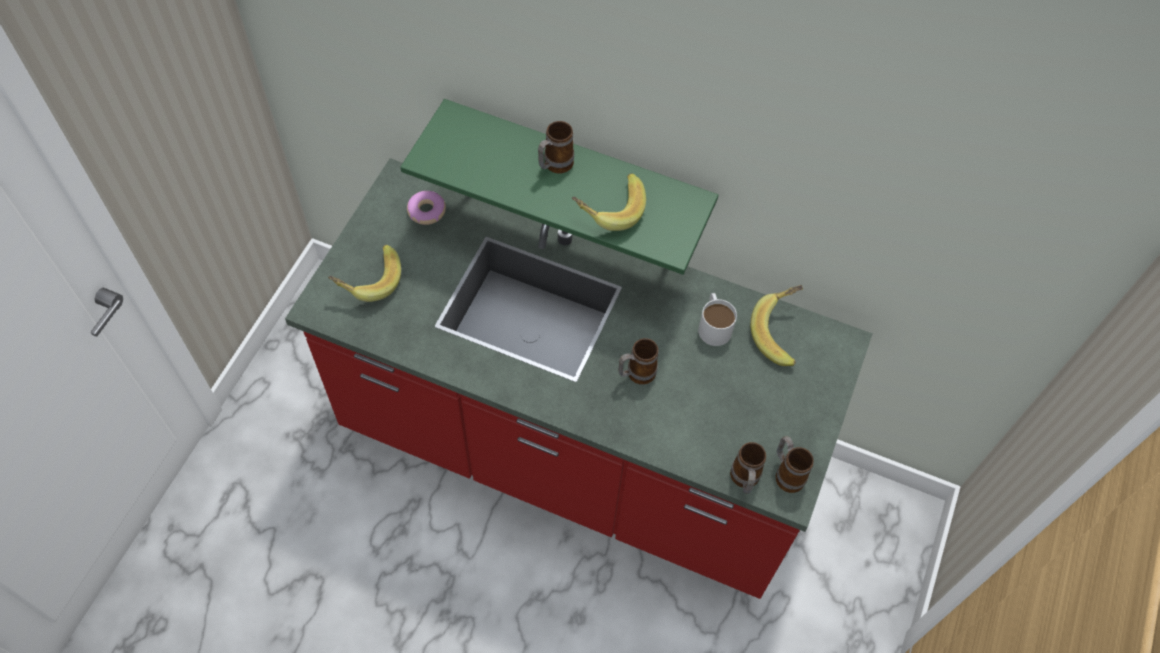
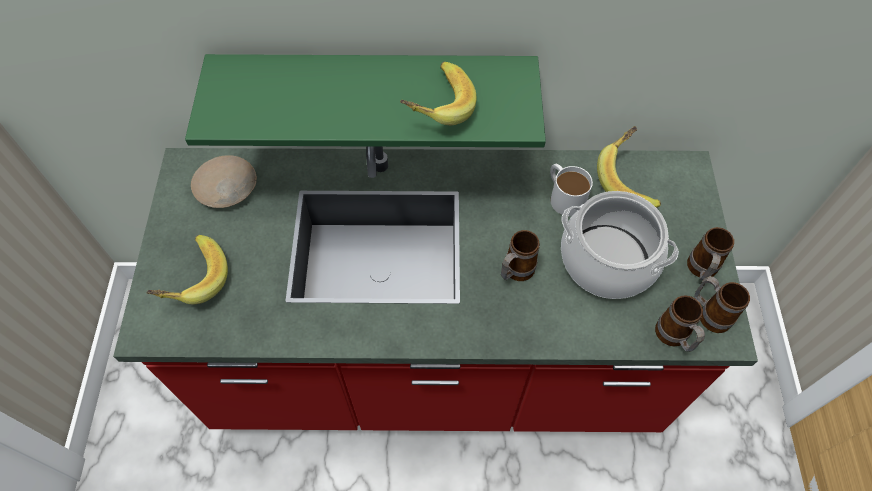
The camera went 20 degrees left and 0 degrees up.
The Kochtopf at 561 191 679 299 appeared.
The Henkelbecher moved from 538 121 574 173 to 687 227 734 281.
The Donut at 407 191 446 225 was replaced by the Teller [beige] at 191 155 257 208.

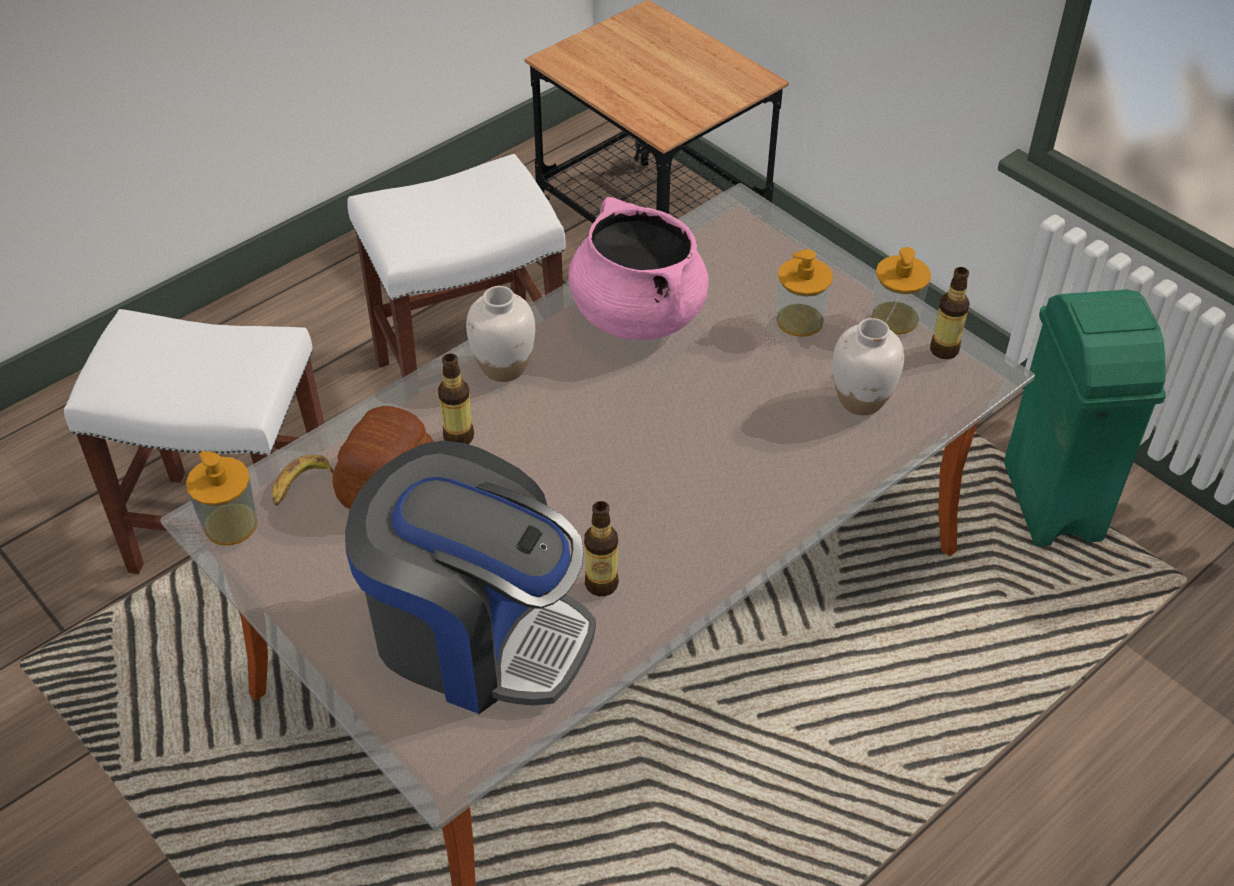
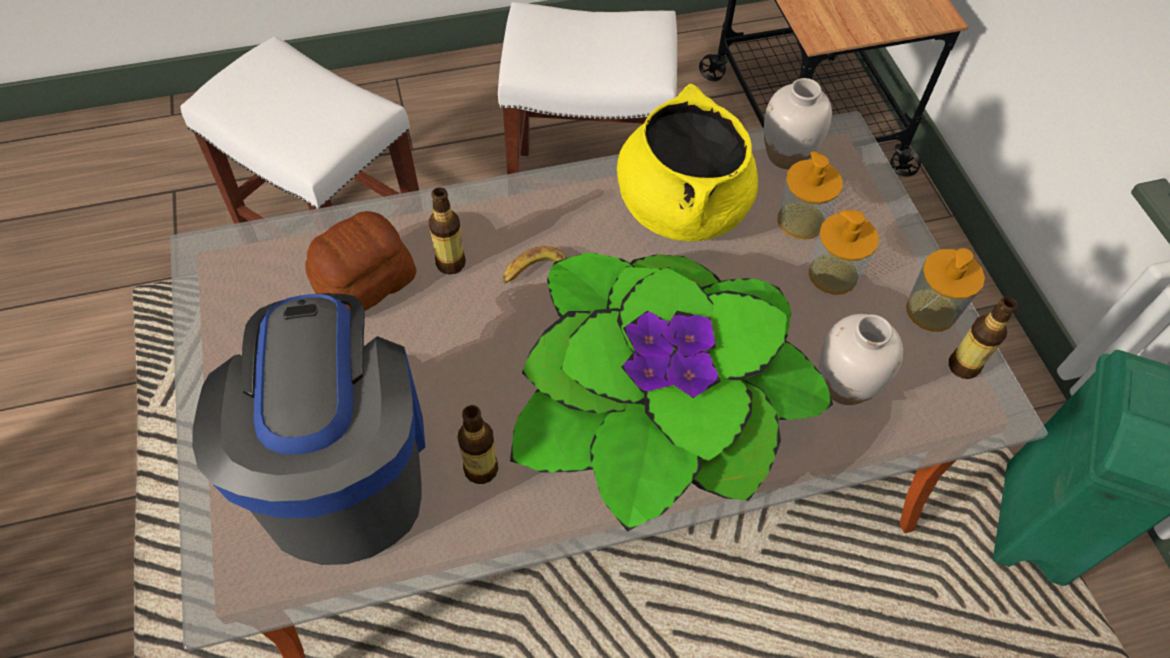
The camera went 25 degrees right and 10 degrees up.
The Topfpflanze at 510 253 833 532 appeared.
The Seifenspender moved from 186 451 258 546 to 777 151 843 240.
The Banane moved from 272 455 334 506 to 503 246 567 284.
The Vase [weiß] moved from 466 286 535 382 to 764 78 832 169.
The Kochtopf [rosa] at 568 197 709 340 became the Kochtopf [gelb] at 617 84 758 241.
The Kaffeemaschine at 345 441 596 714 turned 150 degrees counterclockwise.

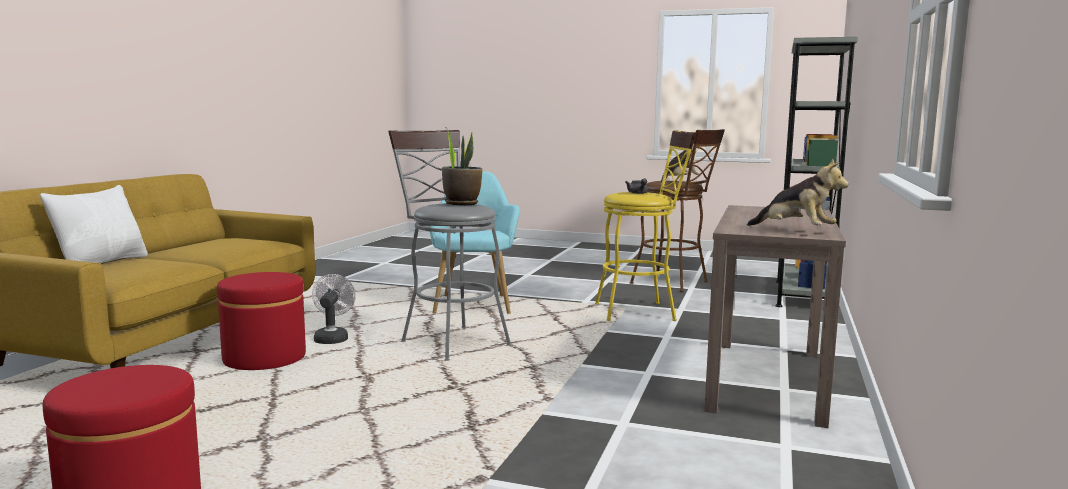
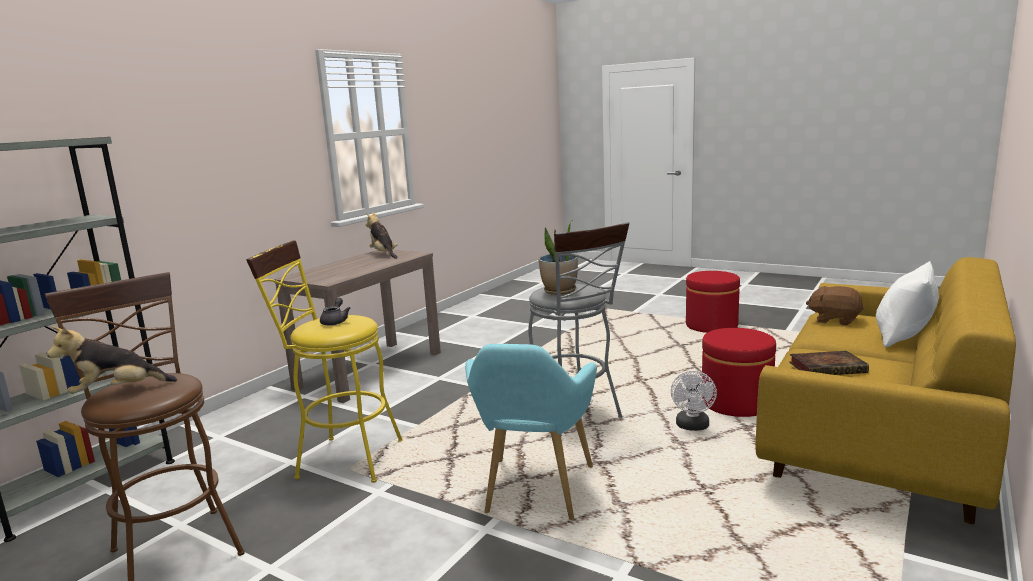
The camera went 165 degrees left and 5 degrees up.
The Buch at 789 351 869 375 appeared.
The Plüschtier [braun] at 806 286 864 325 appeared.

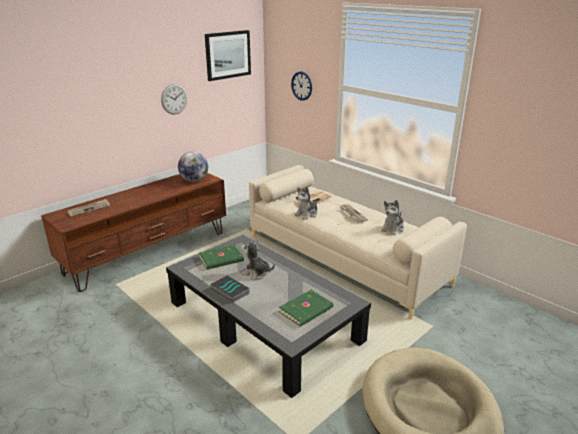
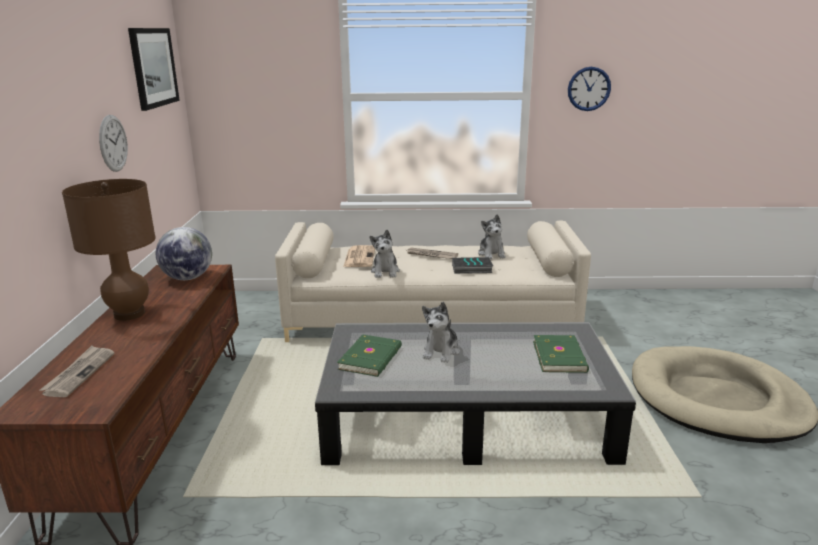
The camera went 45 degrees left and 5 degrees down.
The Tischlampe [braun] at 62 179 156 321 appeared.
The Buch moved from 210 275 249 303 to 452 257 493 274.
The Wanduhr moved from 291 72 312 101 to 568 67 611 111.
The Plüschtier at 241 239 275 280 turned 45 degrees counterclockwise.

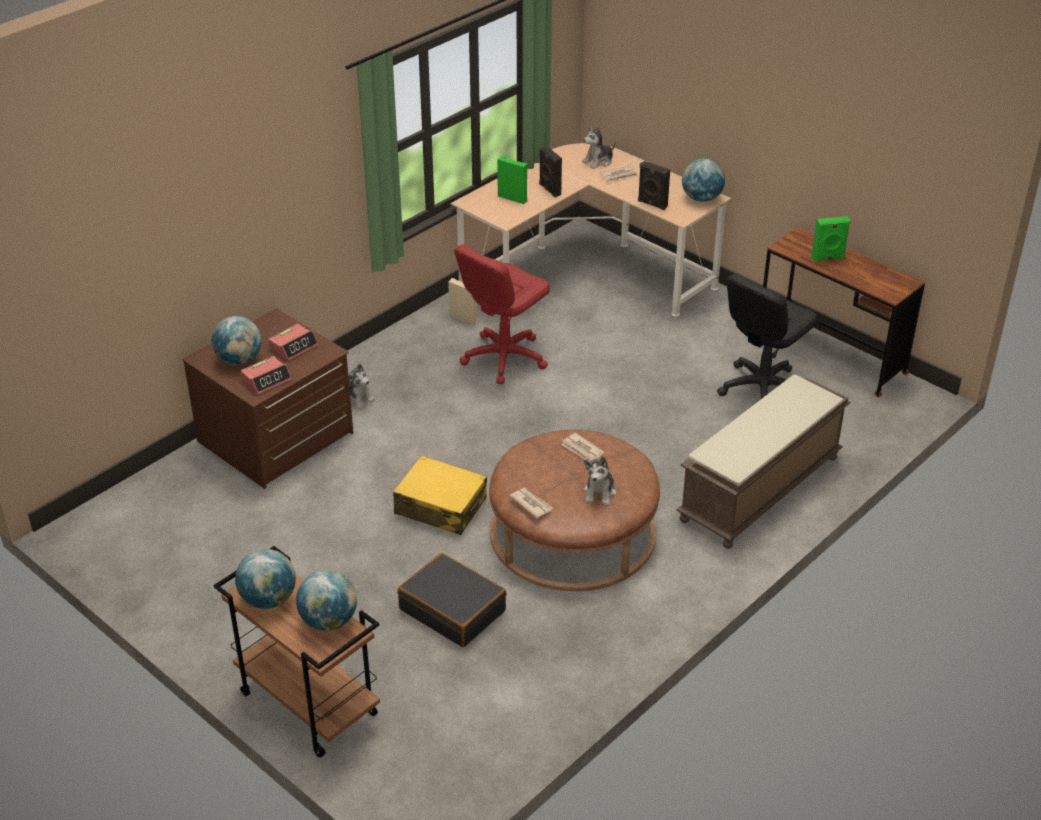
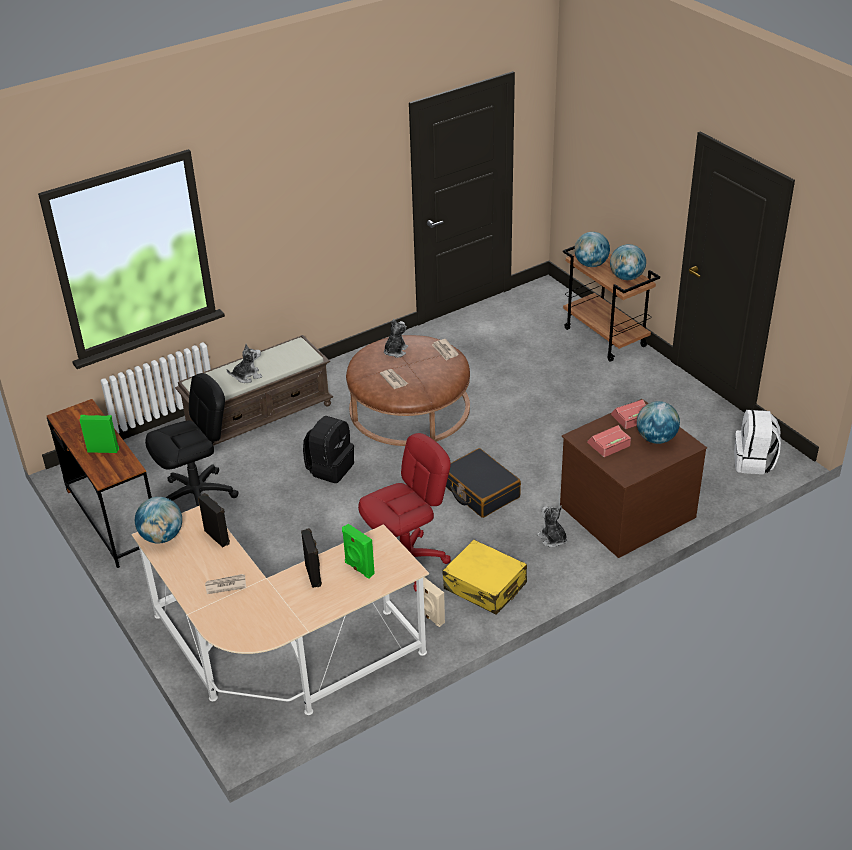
The camera went 165 degrees left and 0 degrees up.
The Rucksack [schwarz] at 303 416 354 483 appeared.
The Rucksack [weiß] at 734 410 781 475 appeared.
The Koffer [gelb] moved from 393 455 487 535 to 443 540 527 615.
The Koffer [schwarz] moved from 398 553 507 647 to 446 448 521 518.
The Plüschtier moved from 582 126 616 169 to 226 344 262 383.

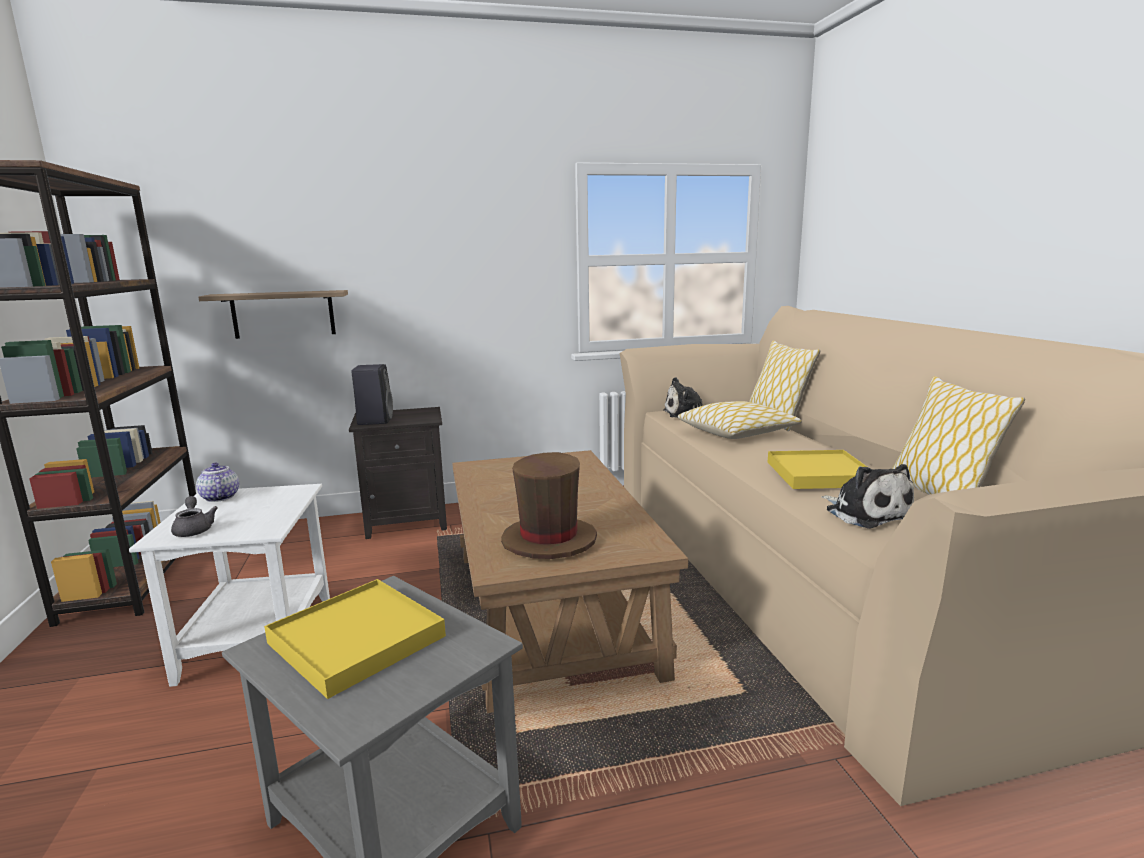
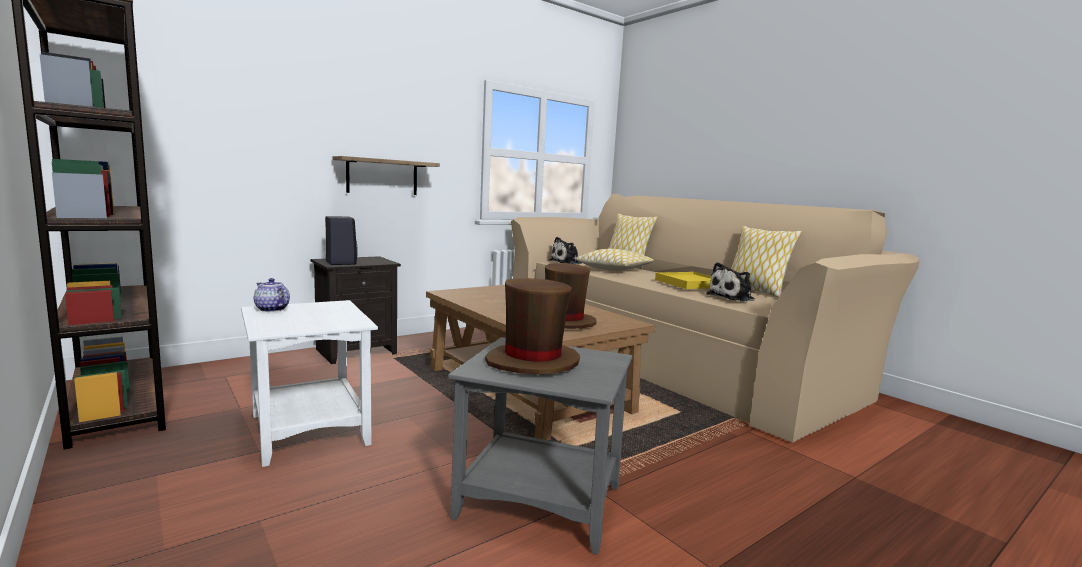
The camera went 25 degrees left and 5 degrees down.
The Teekanne [grau] at 171 496 218 537 disappeared.
The Wandregal moved from 198 290 348 339 to 332 156 440 195.
The Tablett [gelb] at 264 579 446 699 was replaced by the Hut [braun] at 485 278 580 374.
The Plüschtier at 821 464 914 529 turned 105 degrees clockwise.

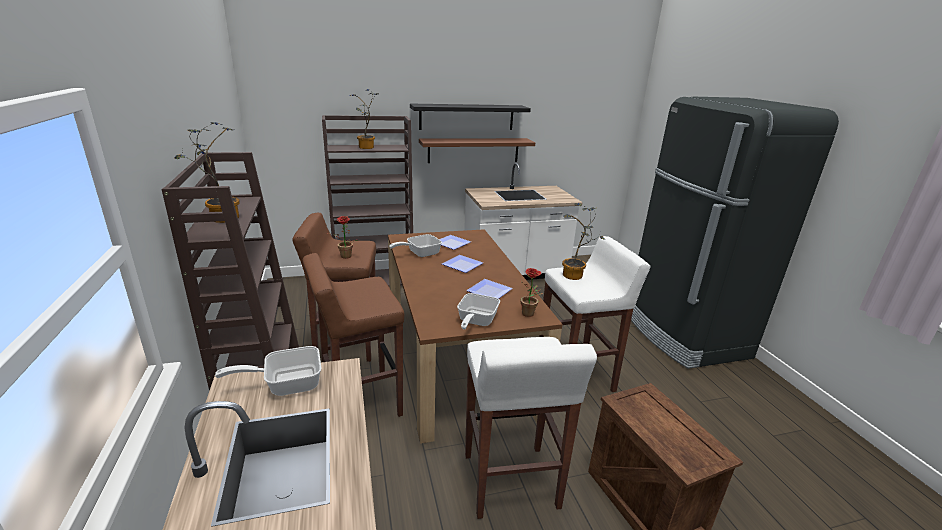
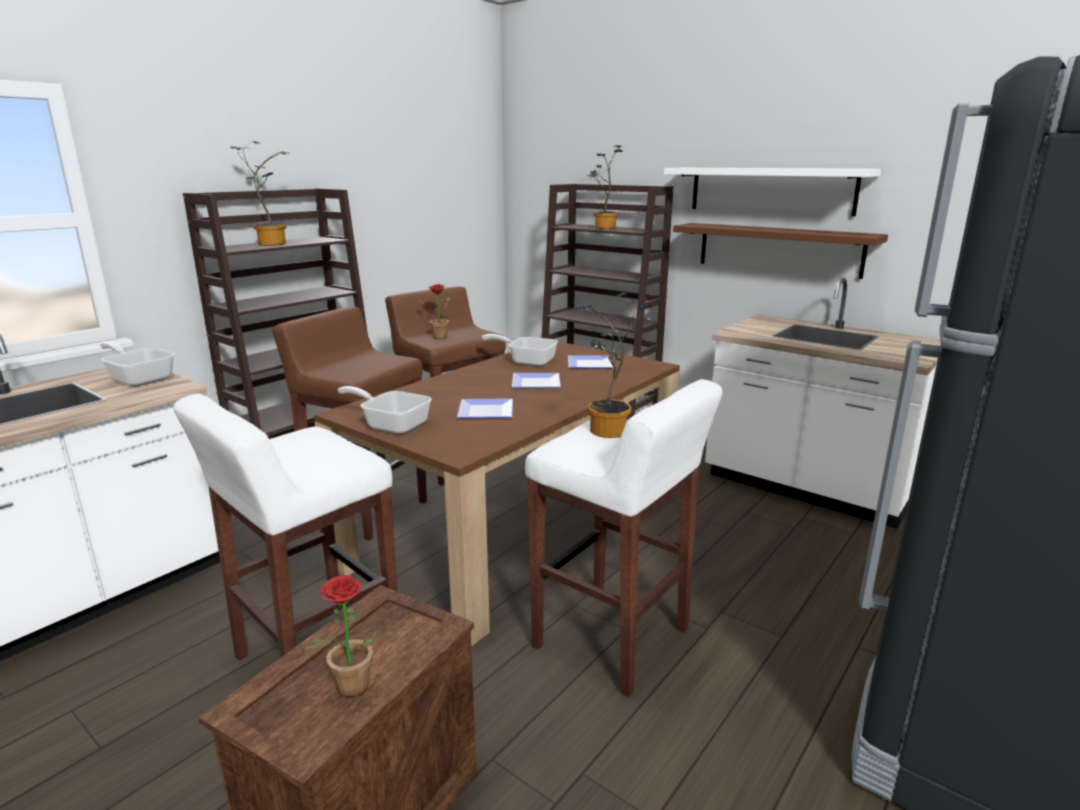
The camera went 55 degrees right and 5 degrees down.
The Topfpflanze moved from 521 268 543 317 to 304 575 395 697.
The Wandregal [schwarz] at 410 104 531 130 became the Wandregal [weiß] at 664 168 881 216.
The Pfanne at 457 293 500 329 turned 45 degrees clockwise.

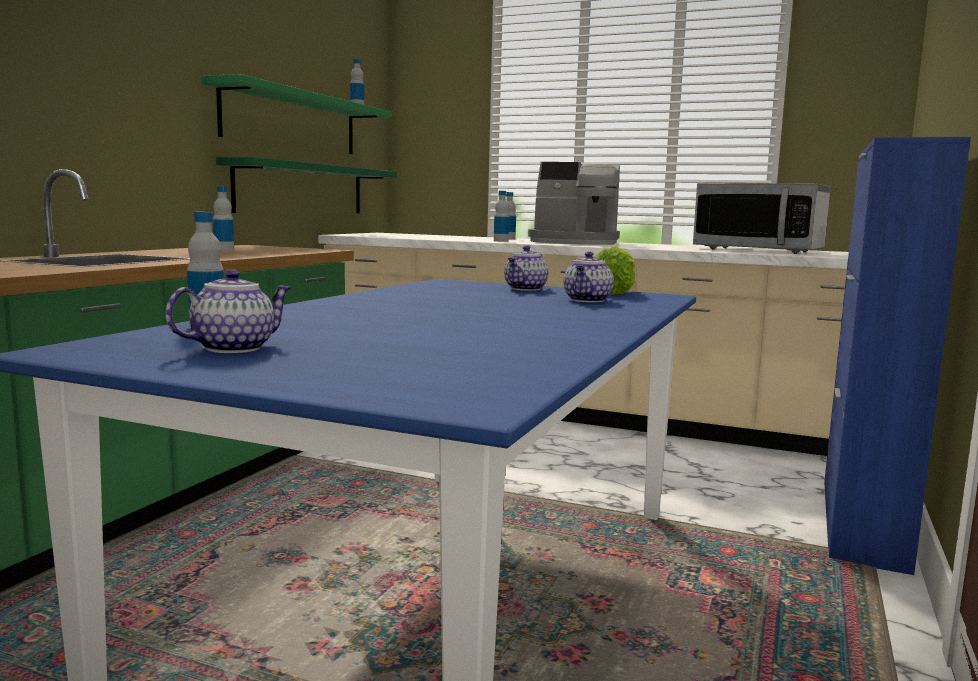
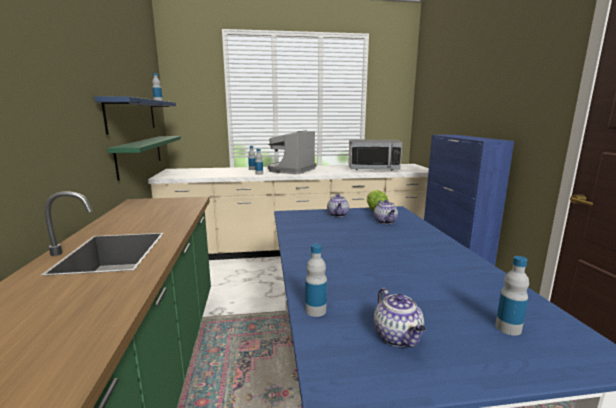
The camera went 30 degrees left and 5 degrees up.
The Flasche moved from 213 186 234 252 to 495 256 529 336.
The Wandregal [grün] at 201 74 391 154 became the Wandregal [blau] at 94 96 176 135.
The Teekanne at 165 269 291 353 turned 150 degrees clockwise.
The Kaffeemaschine at 528 162 620 245 turned 135 degrees clockwise.

